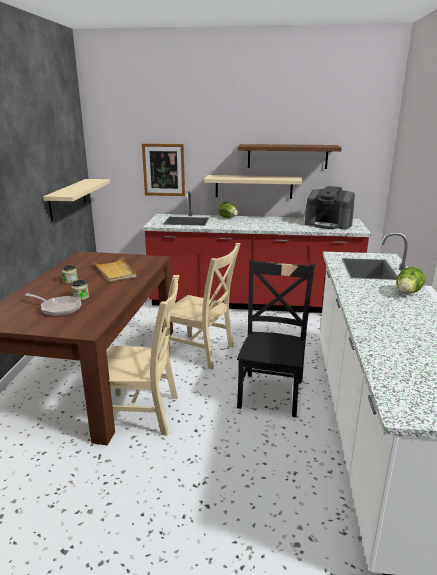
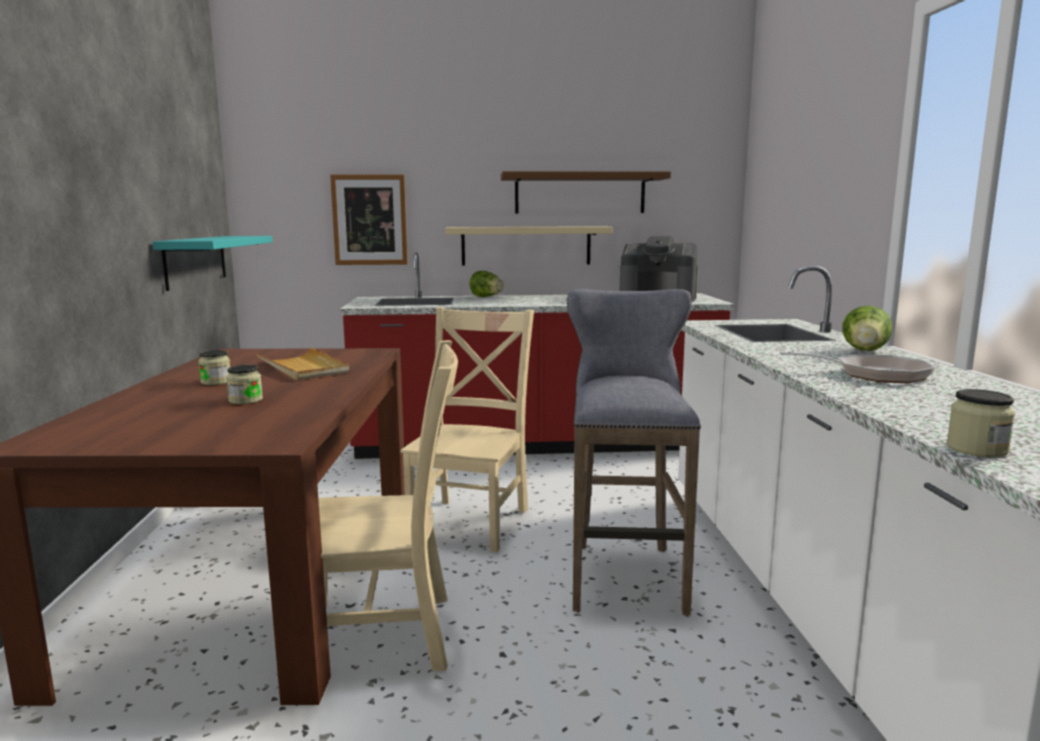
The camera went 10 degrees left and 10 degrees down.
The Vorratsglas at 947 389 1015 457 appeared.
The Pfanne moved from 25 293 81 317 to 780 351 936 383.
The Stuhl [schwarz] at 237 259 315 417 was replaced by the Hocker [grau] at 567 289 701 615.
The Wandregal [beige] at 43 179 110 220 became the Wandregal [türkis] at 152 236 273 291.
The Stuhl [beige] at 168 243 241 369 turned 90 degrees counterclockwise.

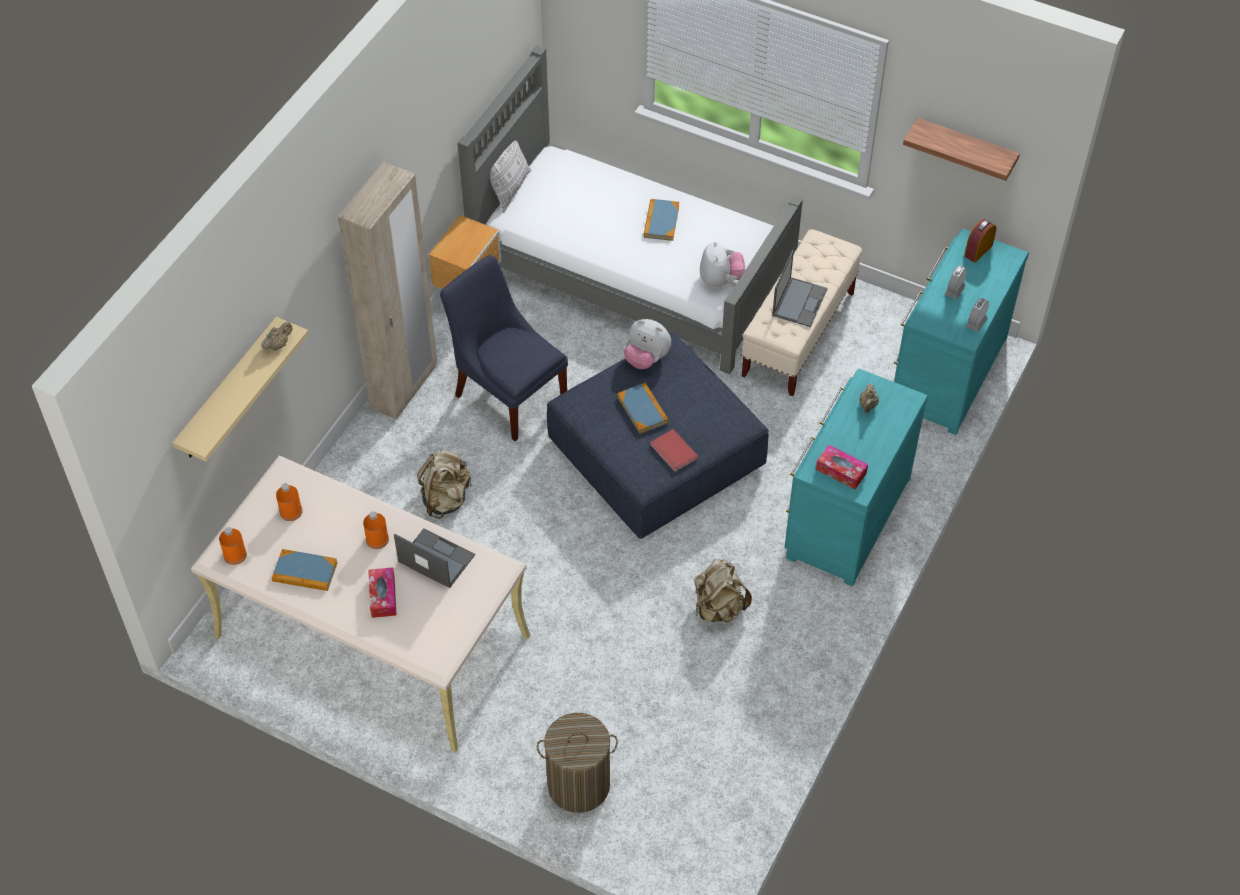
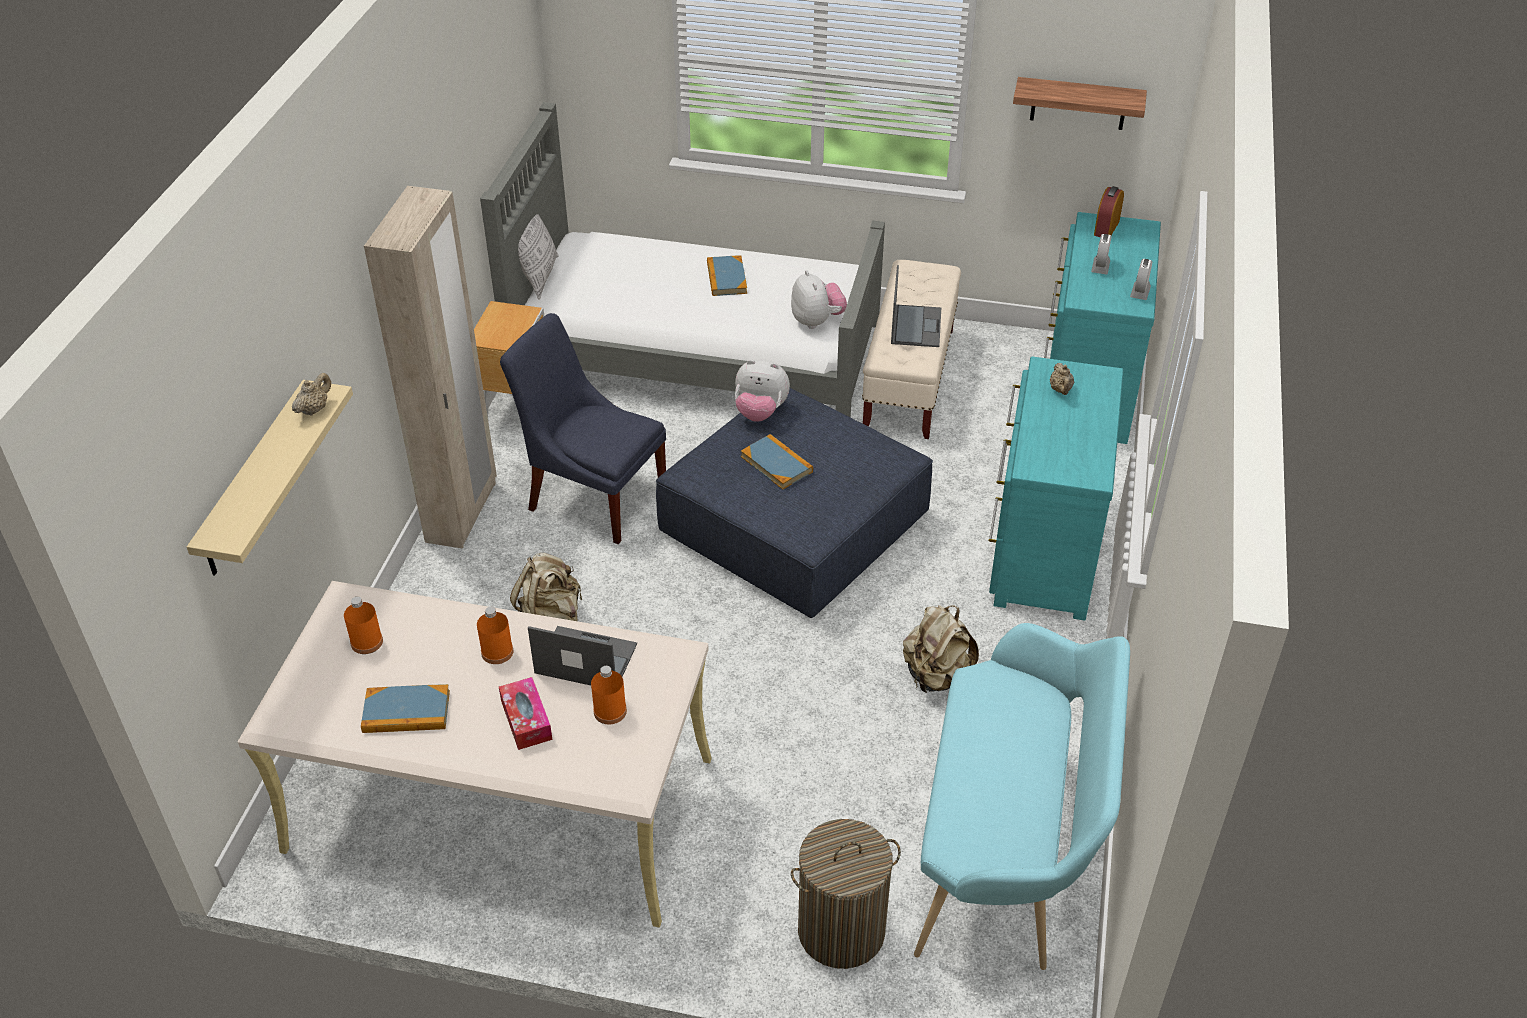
The camera went 15 degrees left and 10 degrees down.
The Buch [rot] at 650 429 699 472 disappeared.
The Taschentuchbox at 816 445 868 489 disappeared.
The Bank [türkis] at 914 623 1130 970 appeared.
The Flasche [orange] moved from 219 527 247 565 to 591 666 627 724.

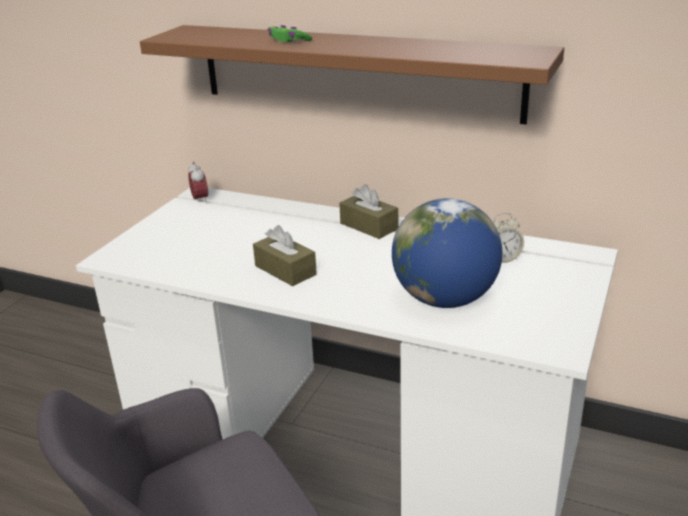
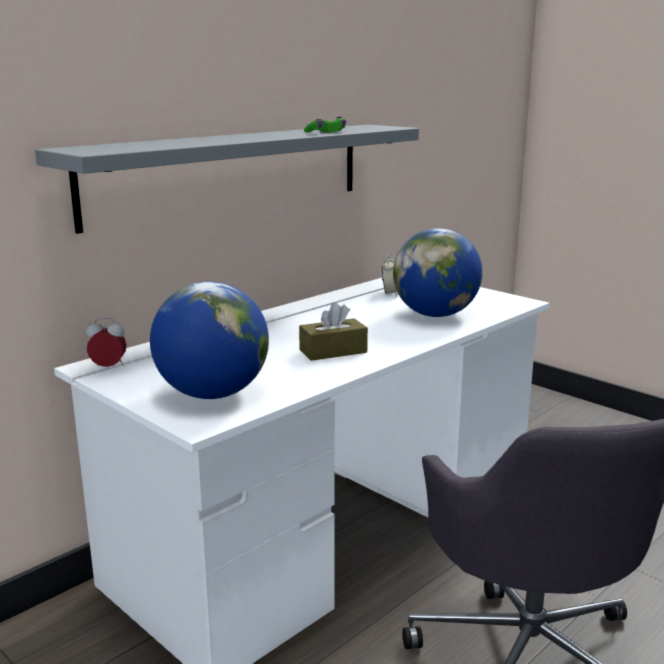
The camera went 70 degrees left and 10 degrees down.
The Taschentuchbox [braun] at 339 184 398 239 disappeared.
The Globus at 150 282 269 399 appeared.
The Gamepad [grün] moved from 268 25 312 42 to 304 117 346 133.
The Wandregal [braun] at 140 25 564 124 became the Wandregal [grau] at 35 125 419 234.

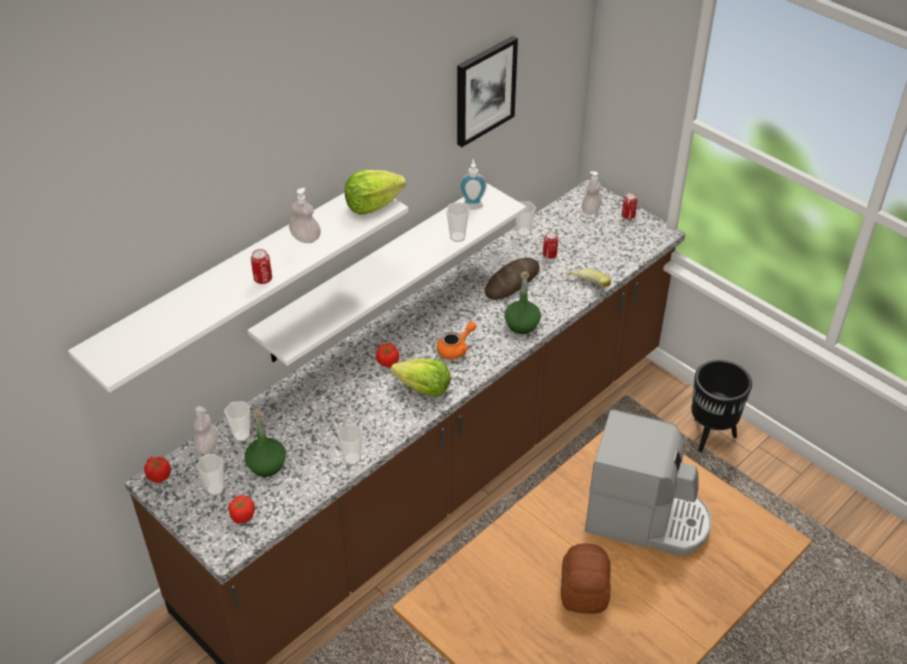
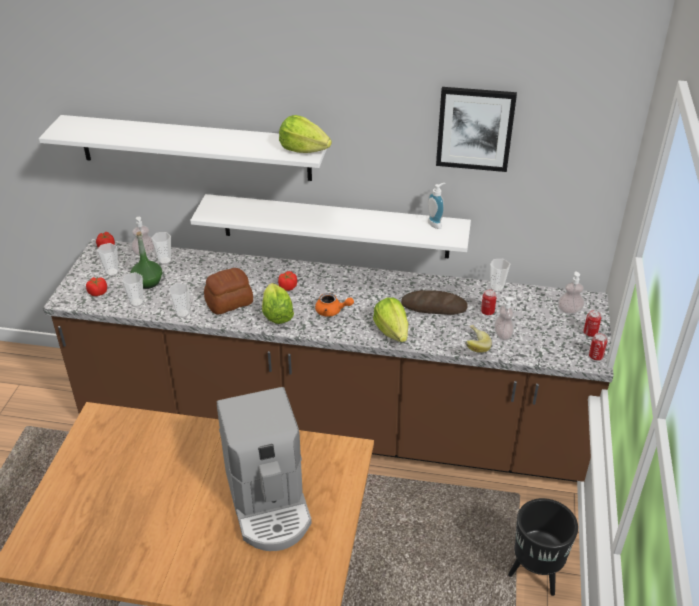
The camera went 55 degrees right and 5 degrees down.
The Dose moved from 251 249 272 284 to 589 333 607 360.
The Seifenspender moved from 289 188 321 243 to 494 297 514 340.
The Tasse moved from 446 202 469 242 to 122 272 144 307.
The Brot moved from 561 543 611 614 to 204 268 253 315.
The Flasche [grün] at 504 271 541 334 was replaced by the Salatkopf at 373 298 408 342.

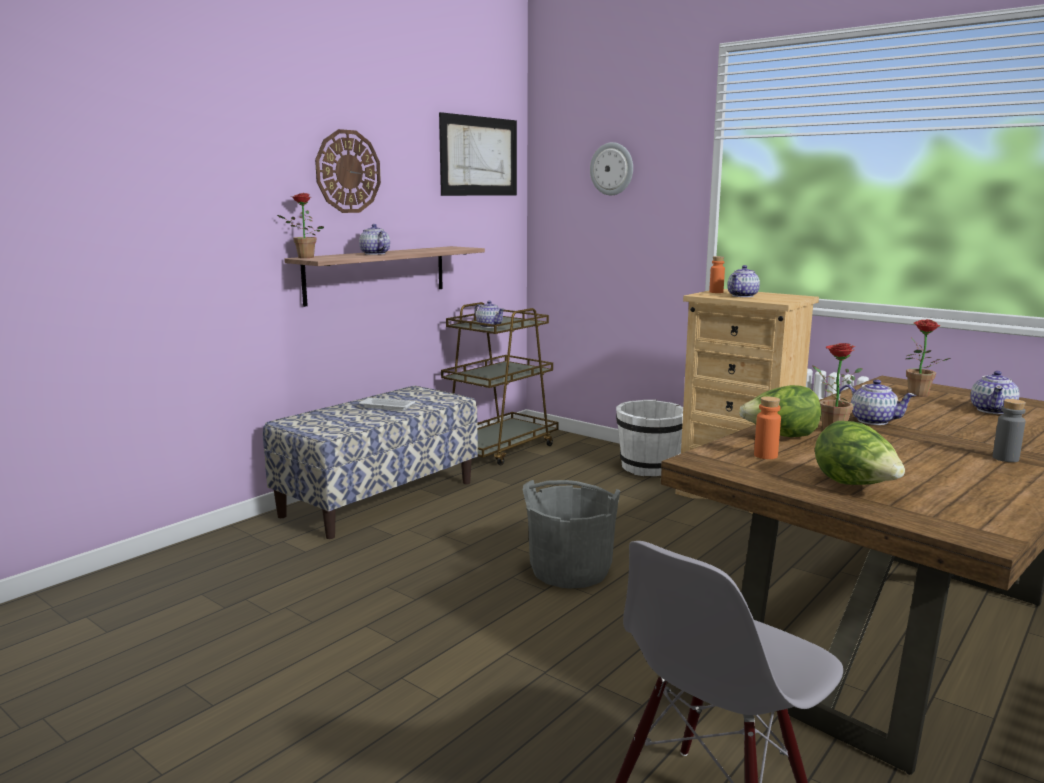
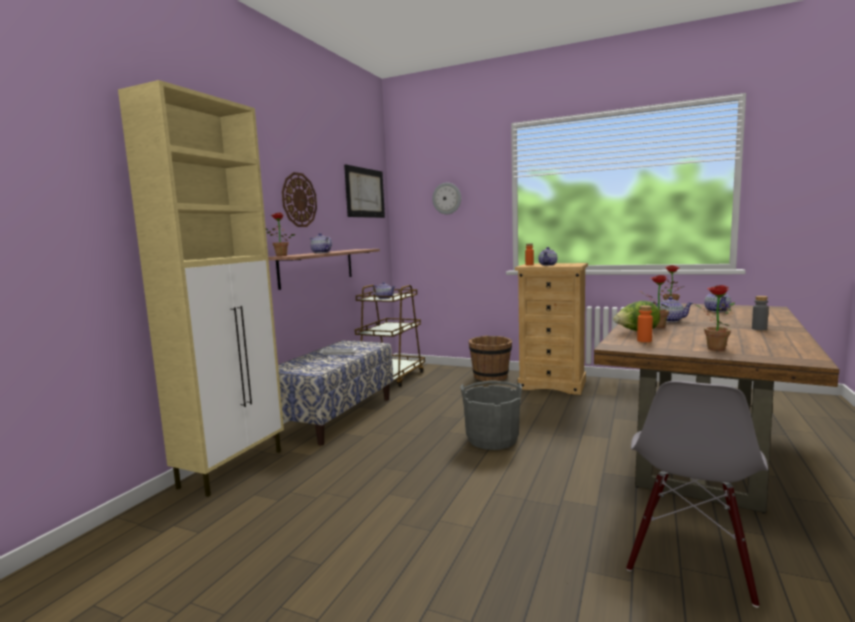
The camera went 15 degrees left and 5 degrees down.
The Schrank [beige] at 118 80 284 497 appeared.
The Salatkopf at 815 421 905 485 was replaced by the Topfpflanze at 695 285 735 351.
The Eimer [weiß] at 616 400 683 476 became the Eimer [braun] at 468 335 512 381.

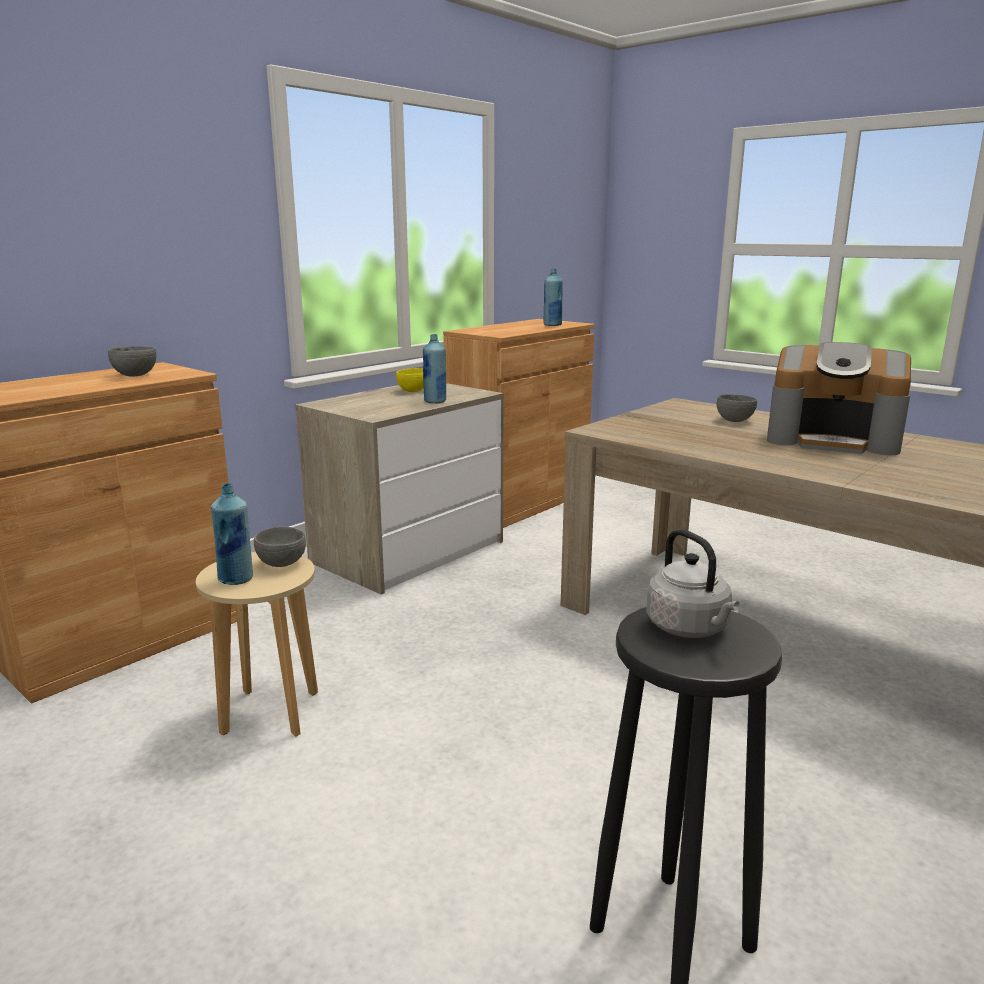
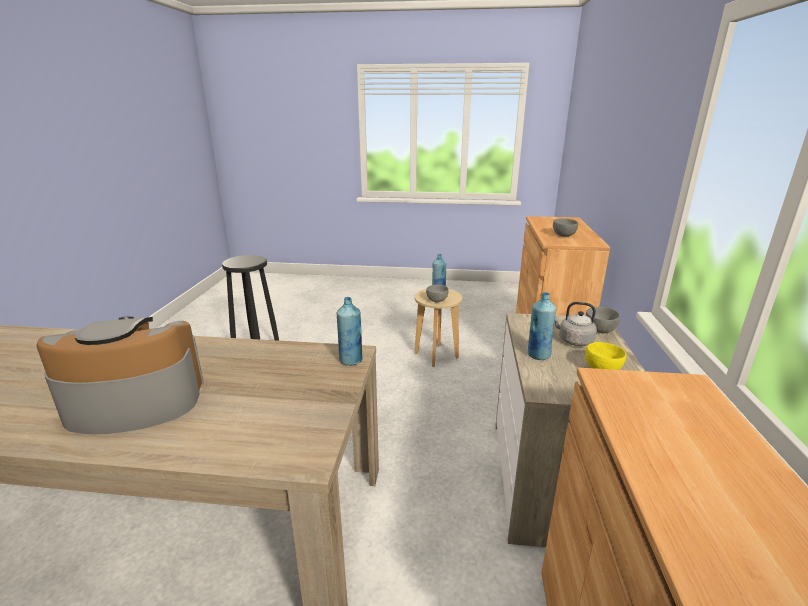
The camera went 145 degrees right and 5 degrees up.
The Flasche [blau] moved from 544 269 563 326 to 337 297 363 366.
The Wasserkessel [grau] moved from 646 529 739 638 to 555 302 597 346.
The Schüssel [grau] moved from 717 394 757 422 to 586 307 620 333.

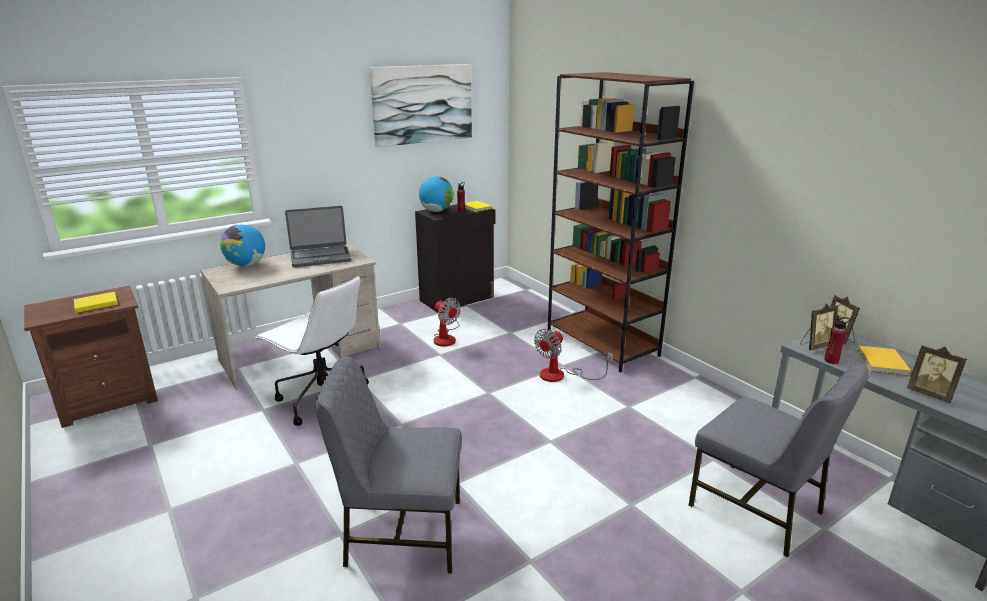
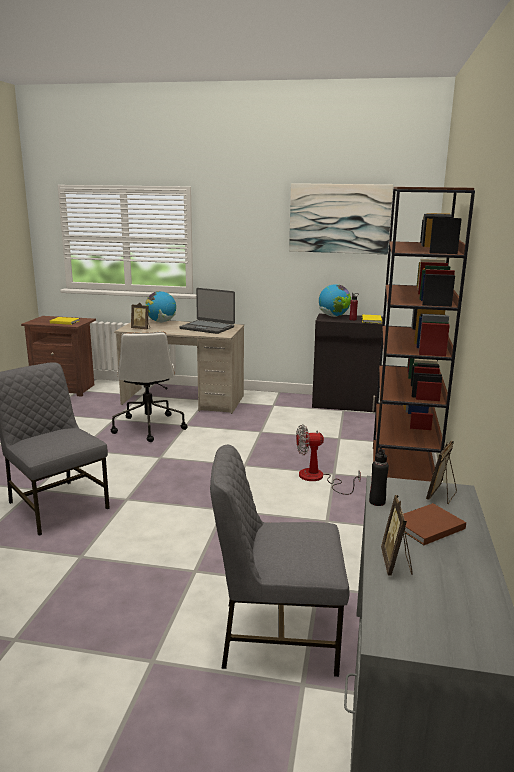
The camera went 45 degrees right and 5 degrees down.
The Ventilator at 434 298 461 347 disappeared.
The Bilderrahmen moved from 800 304 838 350 to 131 303 150 330.
The Flasche [rot] at 824 316 850 364 became the Flasche [schwarz] at 369 446 389 506.
The Buch [gelb] at 857 346 911 376 became the Buch [braun] at 403 503 466 545.
The Stuhl [grau] at 688 363 869 558 turned 90 degrees clockwise.

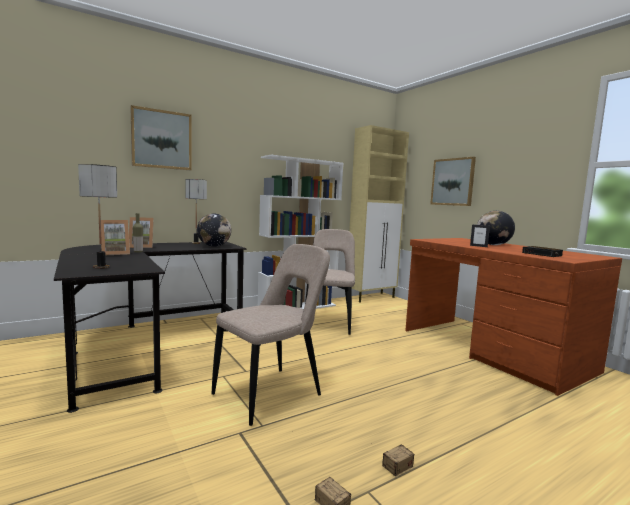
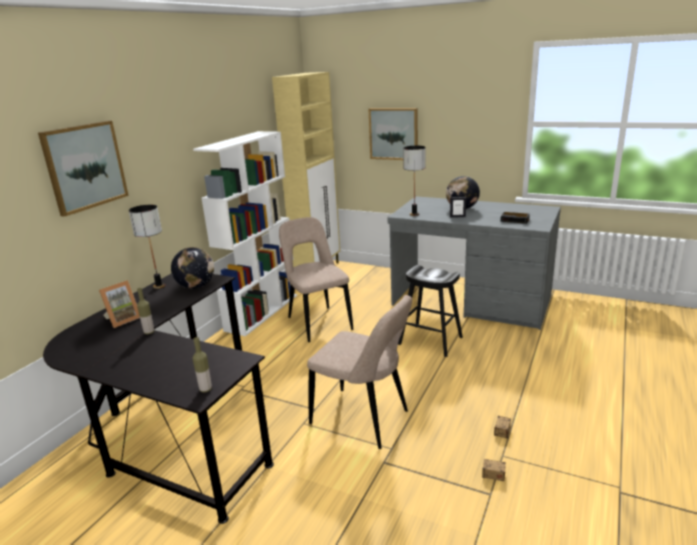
The camera went 30 degrees left and 15 degrees up.
The Bilderrahmen at 101 220 130 255 disappeared.
The Flasche at 192 337 212 392 appeared.
The Hocker [schwarz] at 398 265 463 357 appeared.
The Tischlampe moved from 78 164 117 269 to 403 146 425 216.
The Schreibtisch [braun] at 405 238 622 396 became the Schreibtisch [grau] at 388 196 561 330.
The Stuhl [beige] at 211 244 330 426 turned 105 degrees clockwise.

